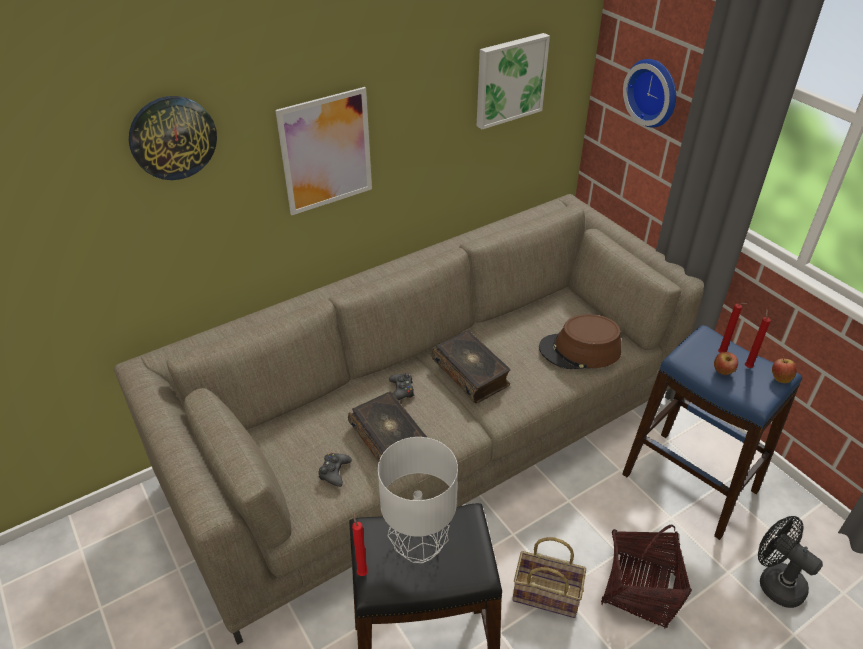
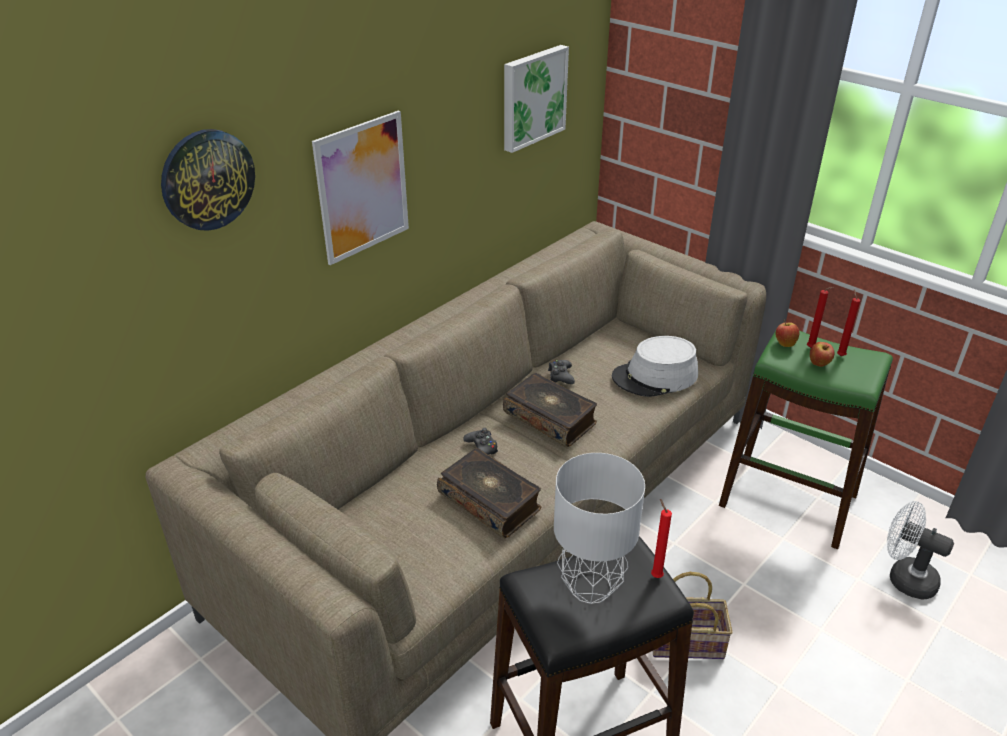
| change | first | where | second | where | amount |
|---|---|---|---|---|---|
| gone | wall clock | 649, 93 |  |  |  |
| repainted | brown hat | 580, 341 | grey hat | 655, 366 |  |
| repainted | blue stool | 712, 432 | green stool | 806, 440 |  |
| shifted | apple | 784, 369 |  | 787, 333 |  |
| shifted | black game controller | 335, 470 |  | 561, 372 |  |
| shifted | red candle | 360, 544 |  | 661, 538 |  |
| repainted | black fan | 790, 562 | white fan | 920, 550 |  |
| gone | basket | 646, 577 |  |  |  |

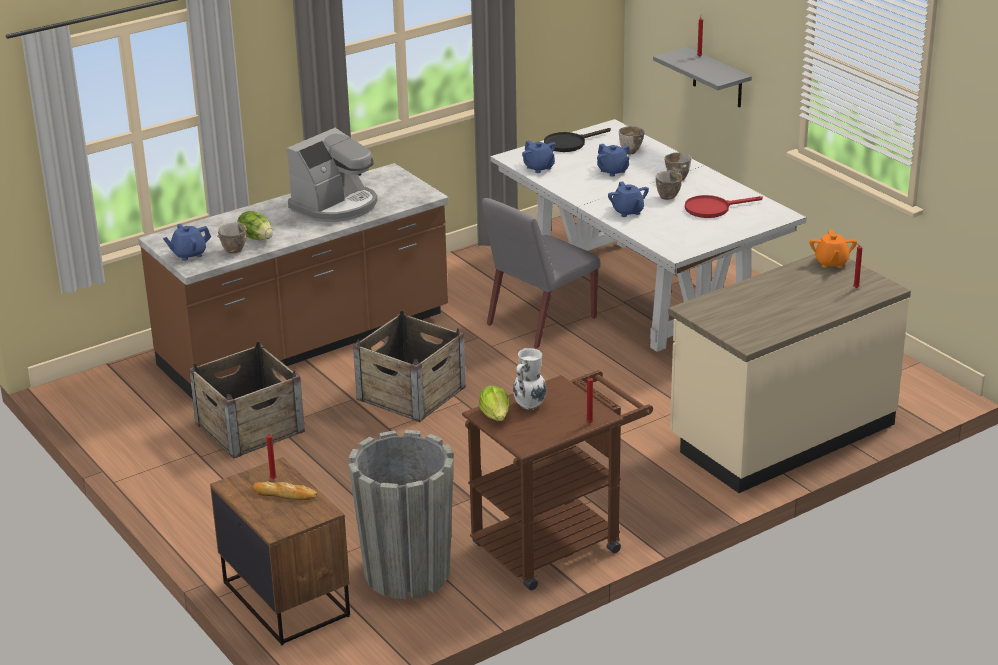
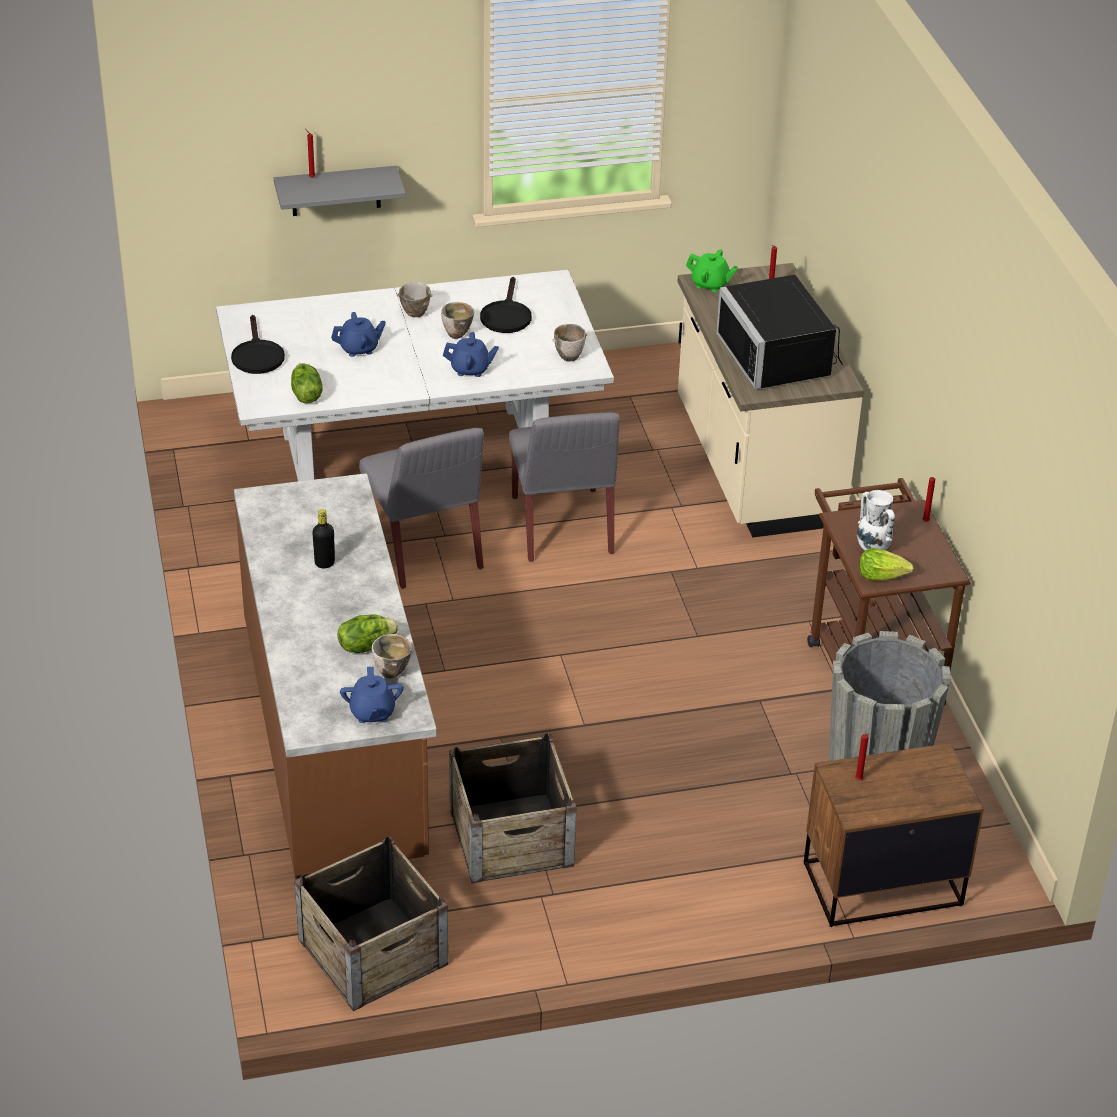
| change | first | where | second | where | amount |
|---|---|---|---|---|---|
| shifted | bowl | 632, 140 |  | 569, 342 |  |
| swapped | coffee machine | 332, 175 | black bottle | 323, 538 |  |
| swapped | blue teapot | 539, 156 | lettuce | 307, 383 |  |
| repainted | red frying pan | 724, 206 | black frying pan | 506, 305 |  |
| repainted | orange teapot | 833, 249 | green teapot | 712, 270 |  |
| shifted | crate | 409, 366 |  | 371, 923 |  |
| gone | bread | 285, 490 |  |  |  |
| new |  |  | black microwave | 779, 332 |  |
| new |  |  | grey chair | 564, 487 |  |

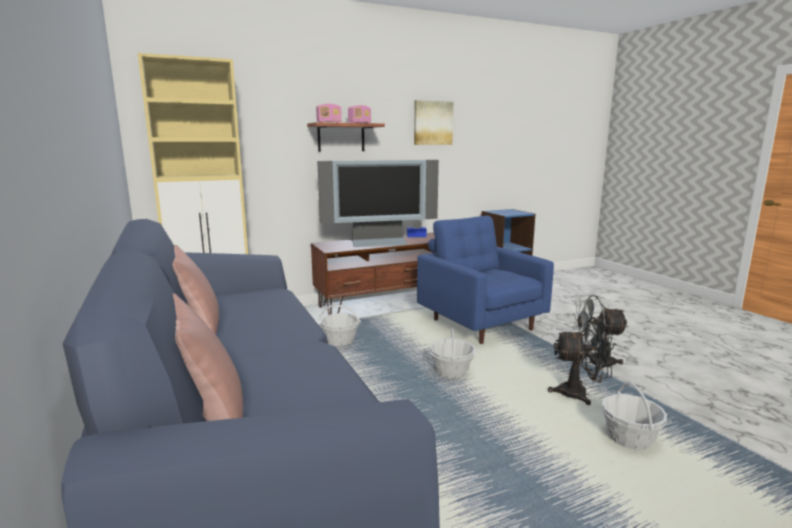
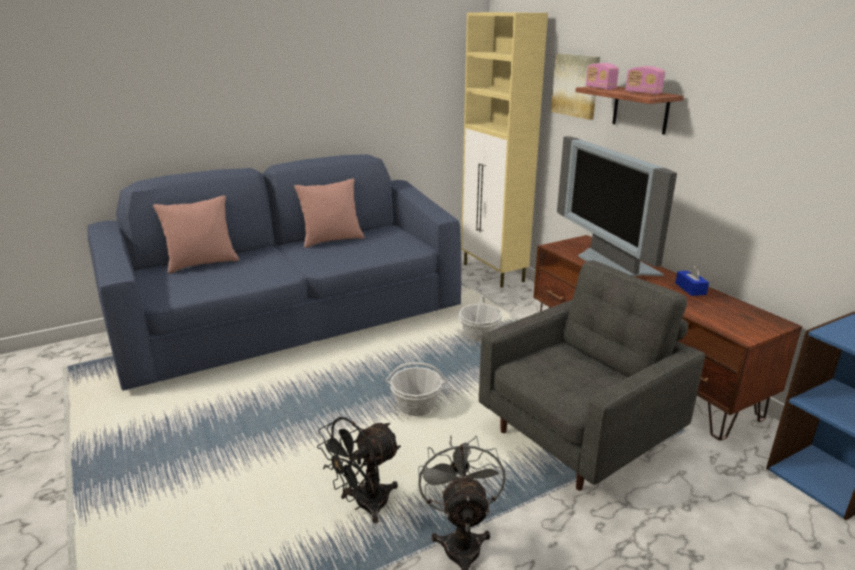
| change | first | where | second | where | amount |
|---|---|---|---|---|---|
| shifted | picture | 433, 122 |  | 575, 86 |  |
| repainted | blue armchair | 485, 279 | grey armchair | 592, 375 |  |
| rotated | black fan | 582, 361 |  | 359, 470 | 45 degrees clockwise |
| gone | basket | 634, 416 |  |  |  |

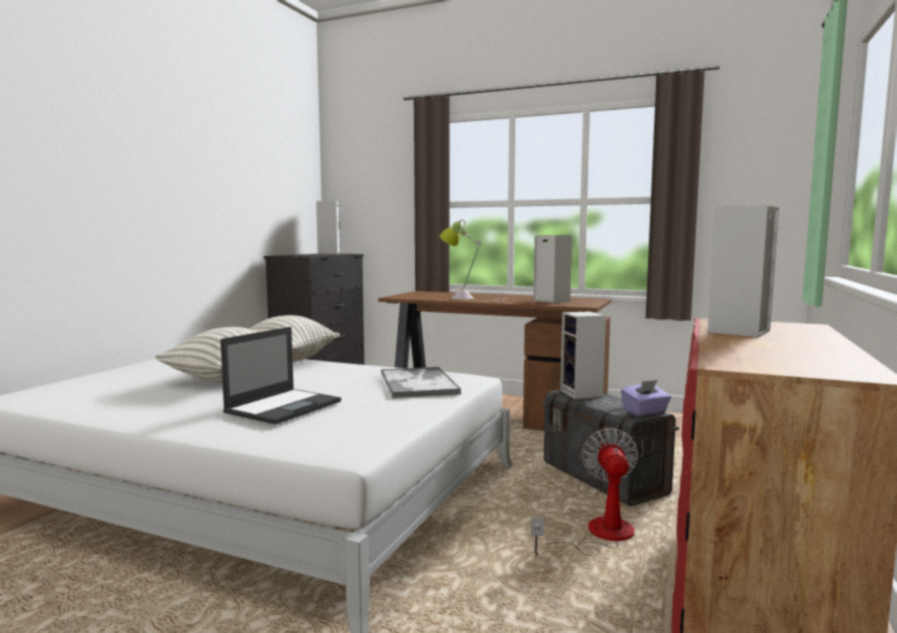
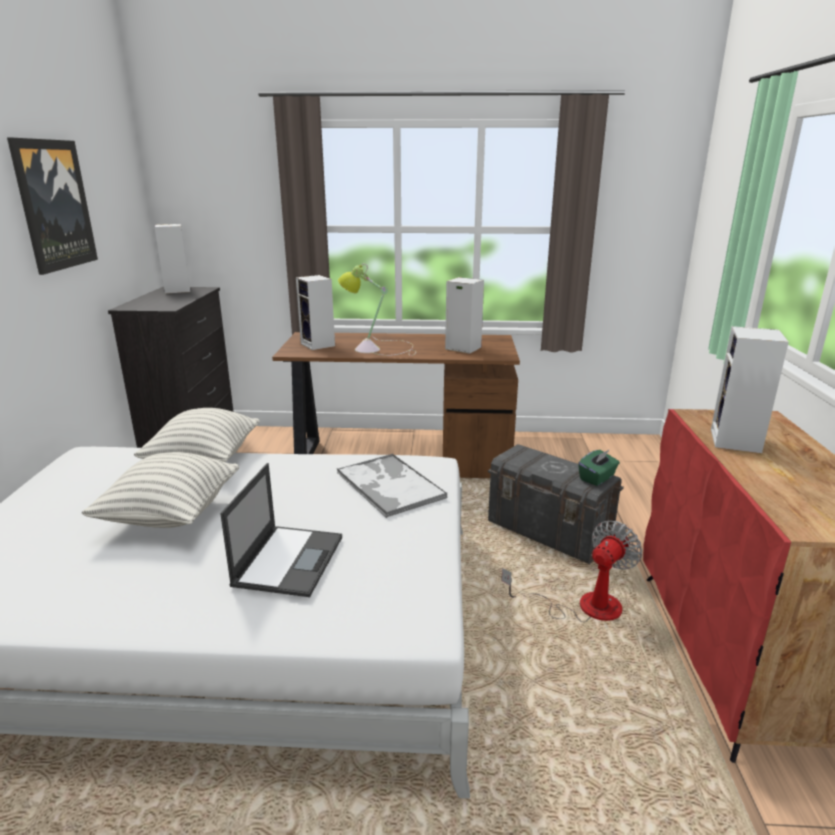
| change | first | where | second | where | amount |
|---|---|---|---|---|---|
| shifted | speaker | 583, 355 |  | 315, 312 |  |
| repainted | purple tissue box | 646, 398 | green tissue box | 599, 467 |  |
| rotated | fan | 584, 492 |  | 571, 571 | 60 degrees clockwise |
| new |  |  | picture | 52, 206 |  |

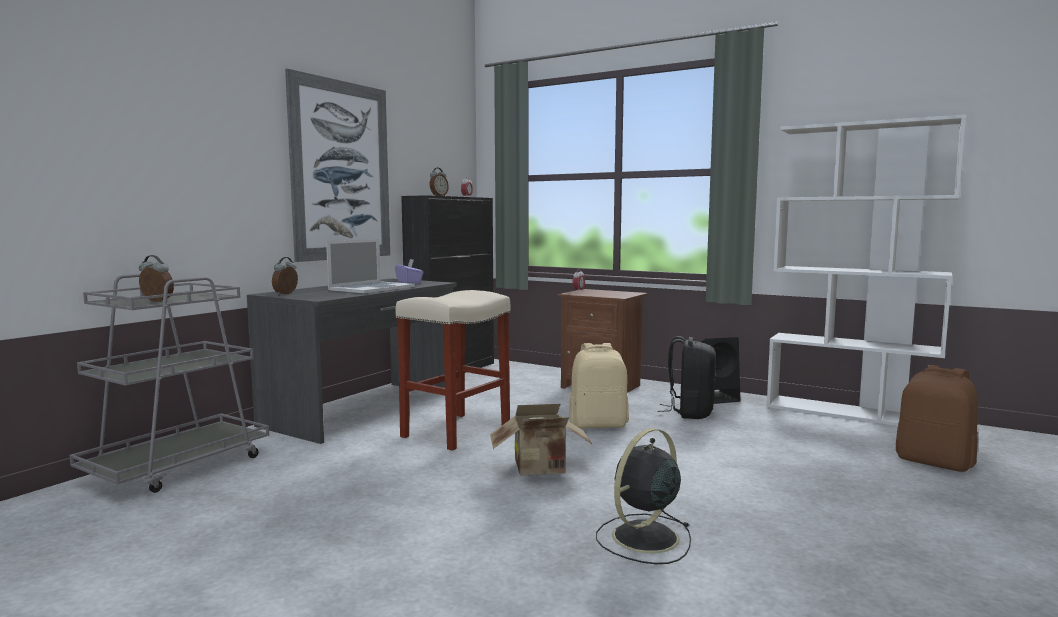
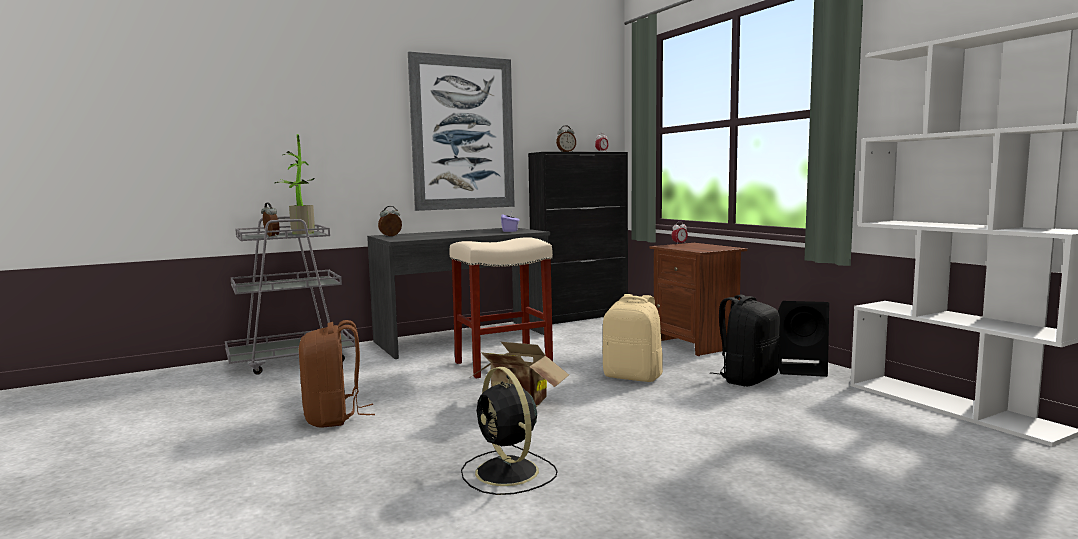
| change | first | where | second | where | amount |
|---|---|---|---|---|---|
| gone | laptop | 370, 266 |  |  |  |
| shifted | brown backpack | 937, 418 |  | 337, 374 |  |
| rotated | black fan | 643, 496 |  | 509, 431 | 105 degrees counterclockwise |
| new |  |  | potted plant | 295, 184 |  |

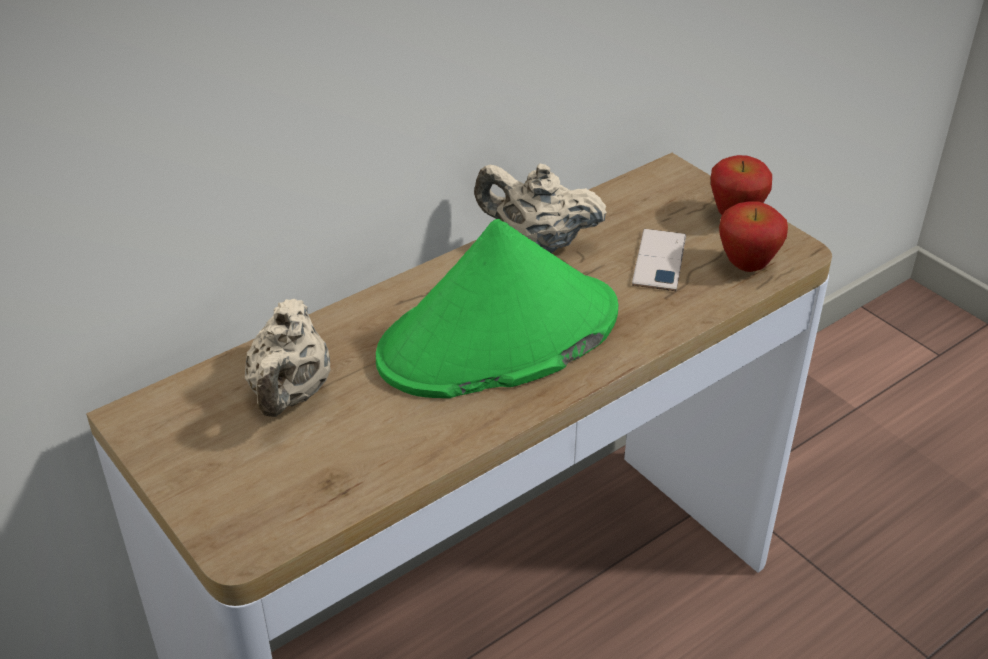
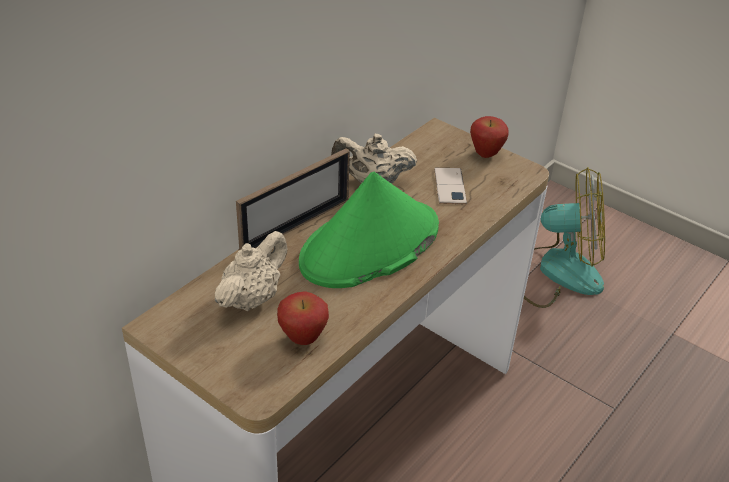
| change | first | where | second | where | amount |
|---|---|---|---|---|---|
| shifted | apple | 753, 237 |  | 303, 318 |  |
| rotated | beige teapot | 287, 358 |  | 251, 271 | 135 degrees counterclockwise |
| new |  |  | picture frame | 293, 199 |  |
| new |  |  | fan | 564, 237 |  |

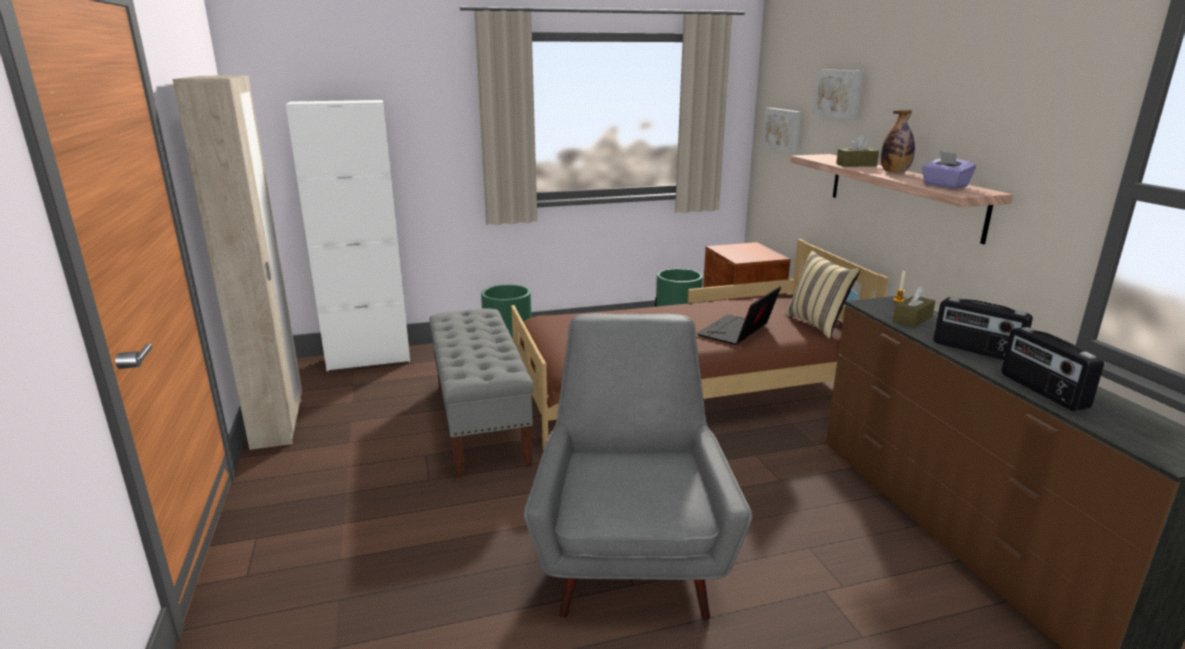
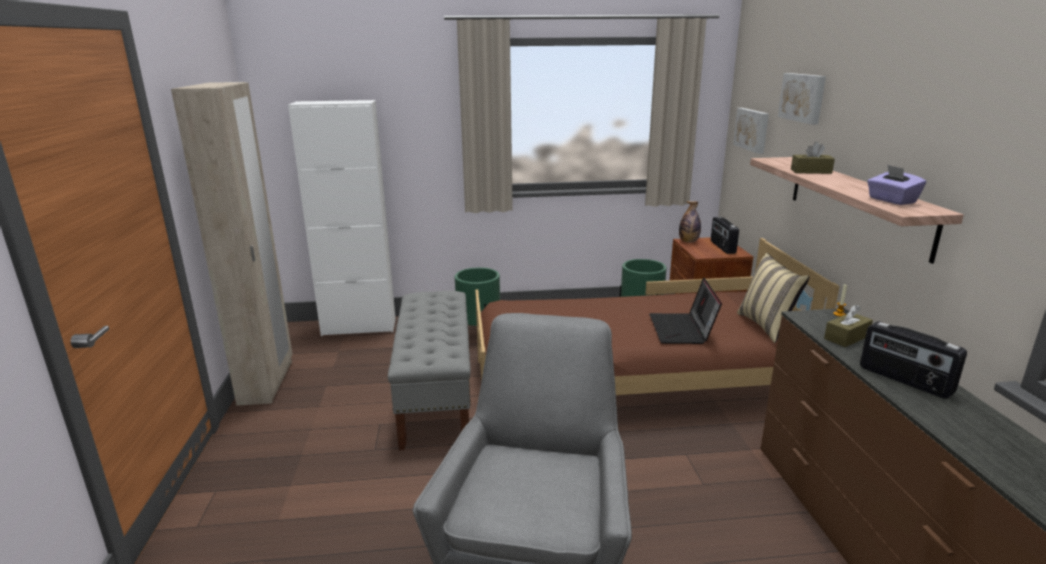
| change | first | where | second | where | amount |
|---|---|---|---|---|---|
| shifted | bottle | 898, 141 |  | 690, 222 |  |
| rotated | laptop | 739, 315 |  | 685, 311 | 45 degrees counterclockwise |
| shifted | radio | 1053, 369 |  | 725, 235 |  |

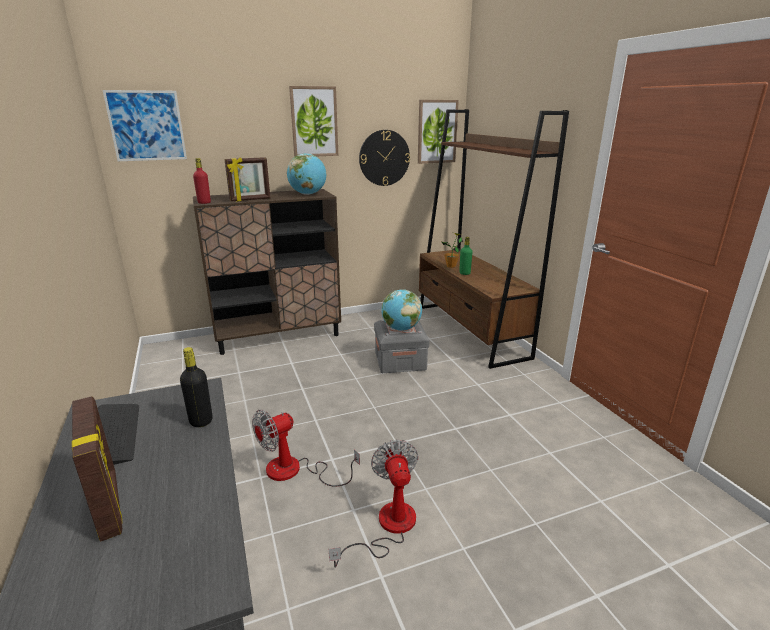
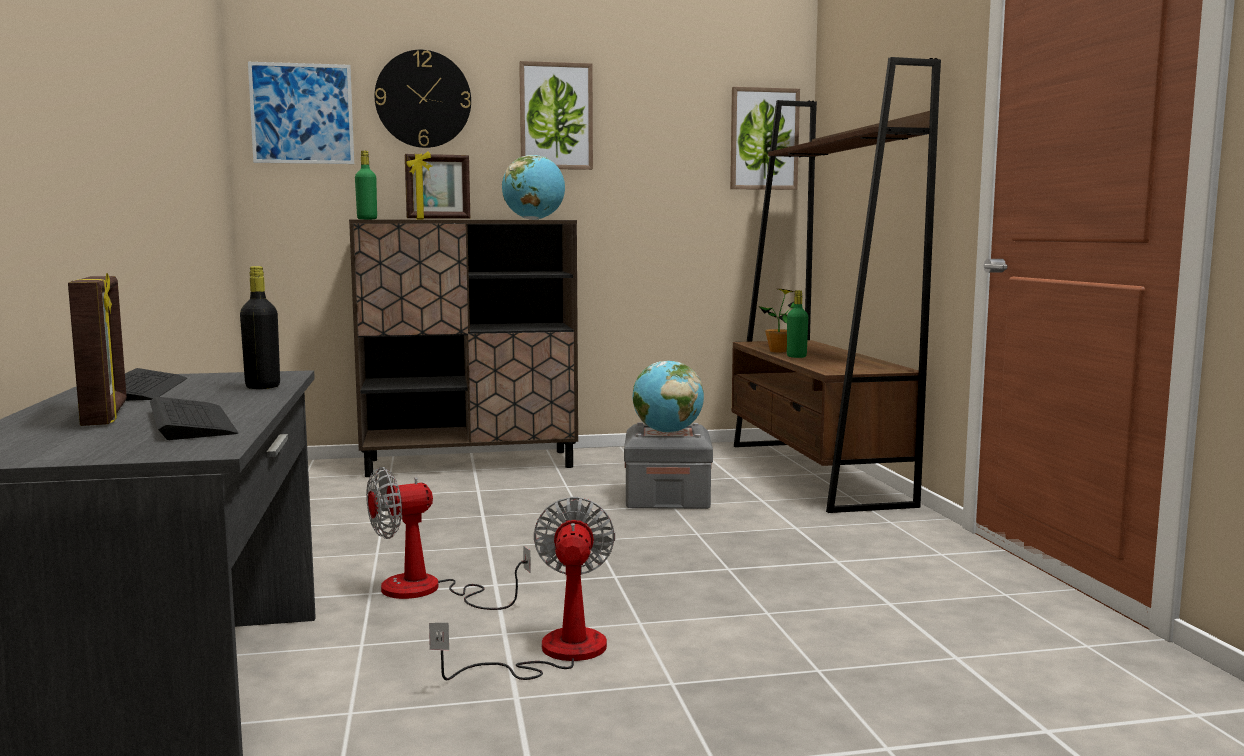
| change | first | where | second | where | amount |
|---|---|---|---|---|---|
| shifted | wall clock | 384, 158 |  | 423, 99 |  |
| repainted | red bottle | 202, 181 | green bottle | 366, 185 |  |
| new |  |  | keyboard | 194, 418 |  |

